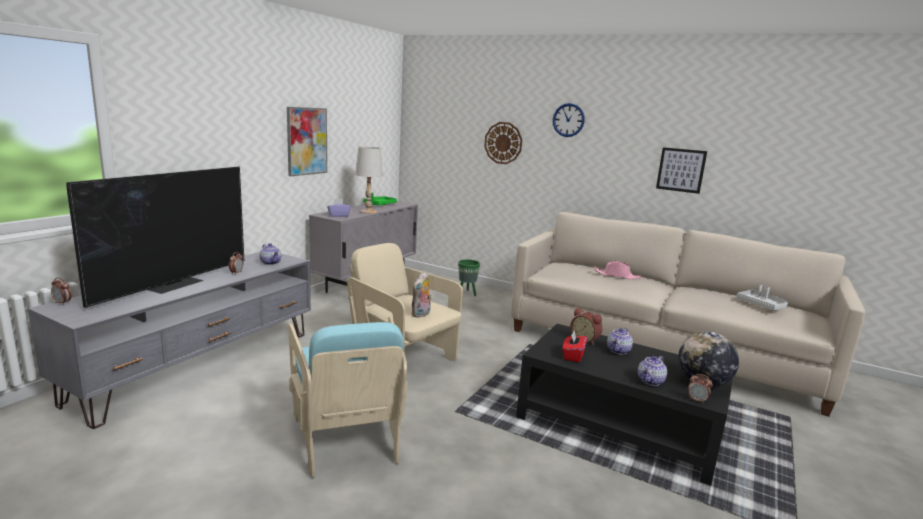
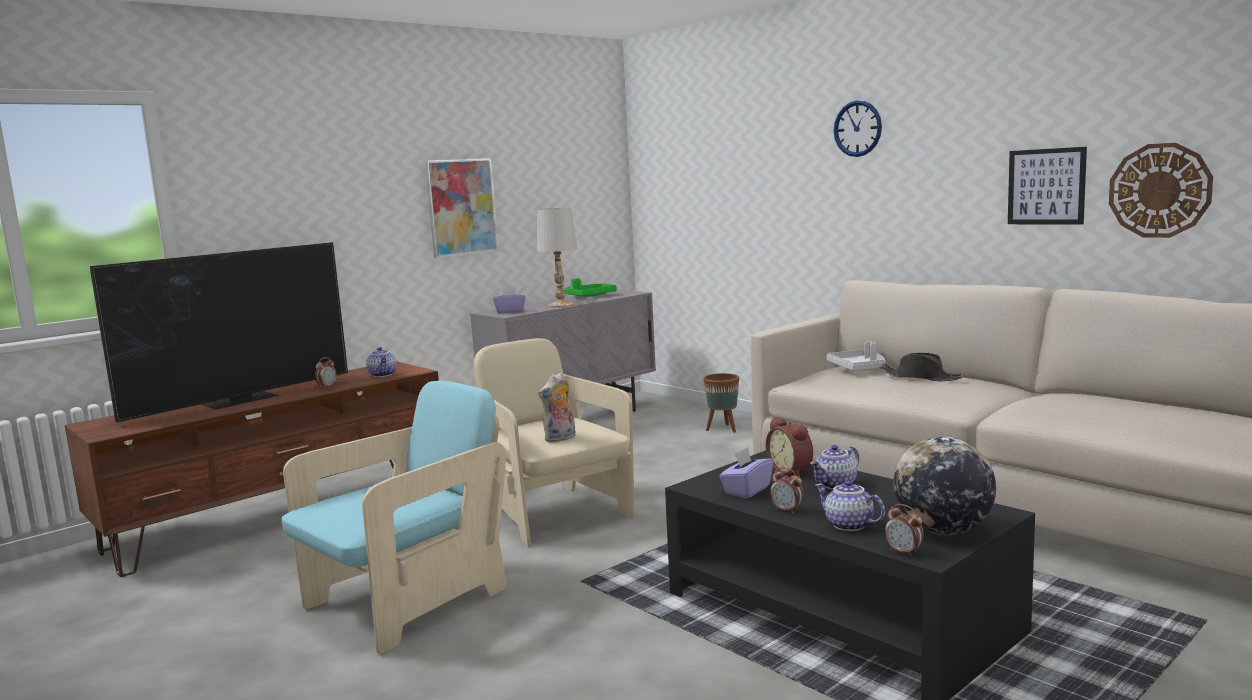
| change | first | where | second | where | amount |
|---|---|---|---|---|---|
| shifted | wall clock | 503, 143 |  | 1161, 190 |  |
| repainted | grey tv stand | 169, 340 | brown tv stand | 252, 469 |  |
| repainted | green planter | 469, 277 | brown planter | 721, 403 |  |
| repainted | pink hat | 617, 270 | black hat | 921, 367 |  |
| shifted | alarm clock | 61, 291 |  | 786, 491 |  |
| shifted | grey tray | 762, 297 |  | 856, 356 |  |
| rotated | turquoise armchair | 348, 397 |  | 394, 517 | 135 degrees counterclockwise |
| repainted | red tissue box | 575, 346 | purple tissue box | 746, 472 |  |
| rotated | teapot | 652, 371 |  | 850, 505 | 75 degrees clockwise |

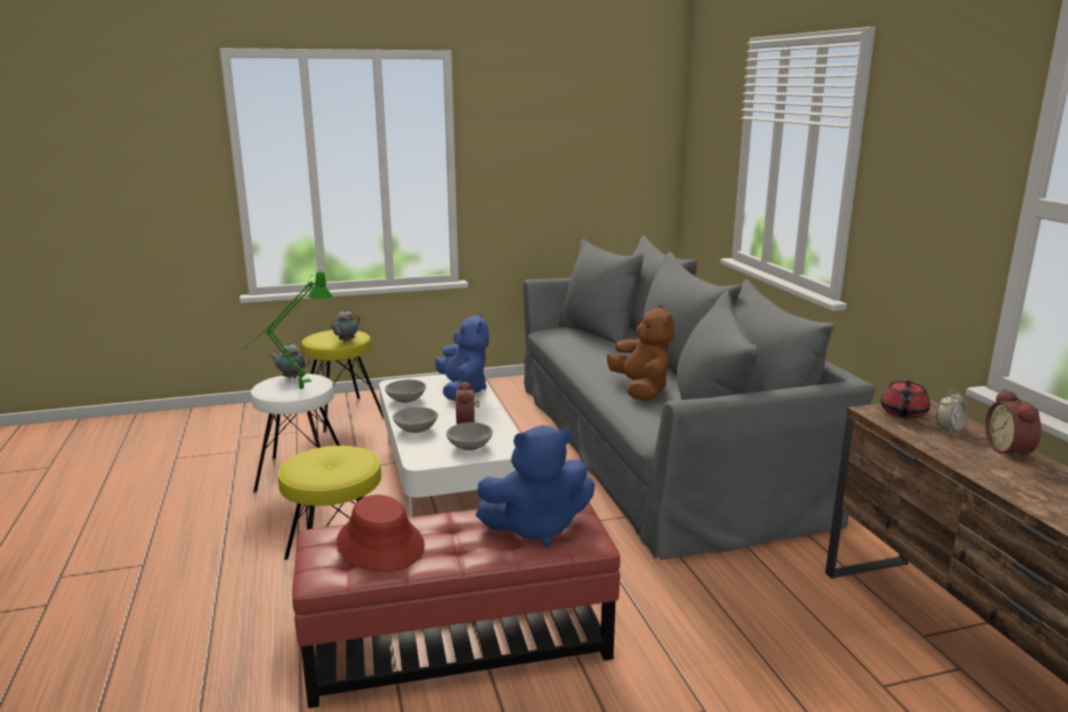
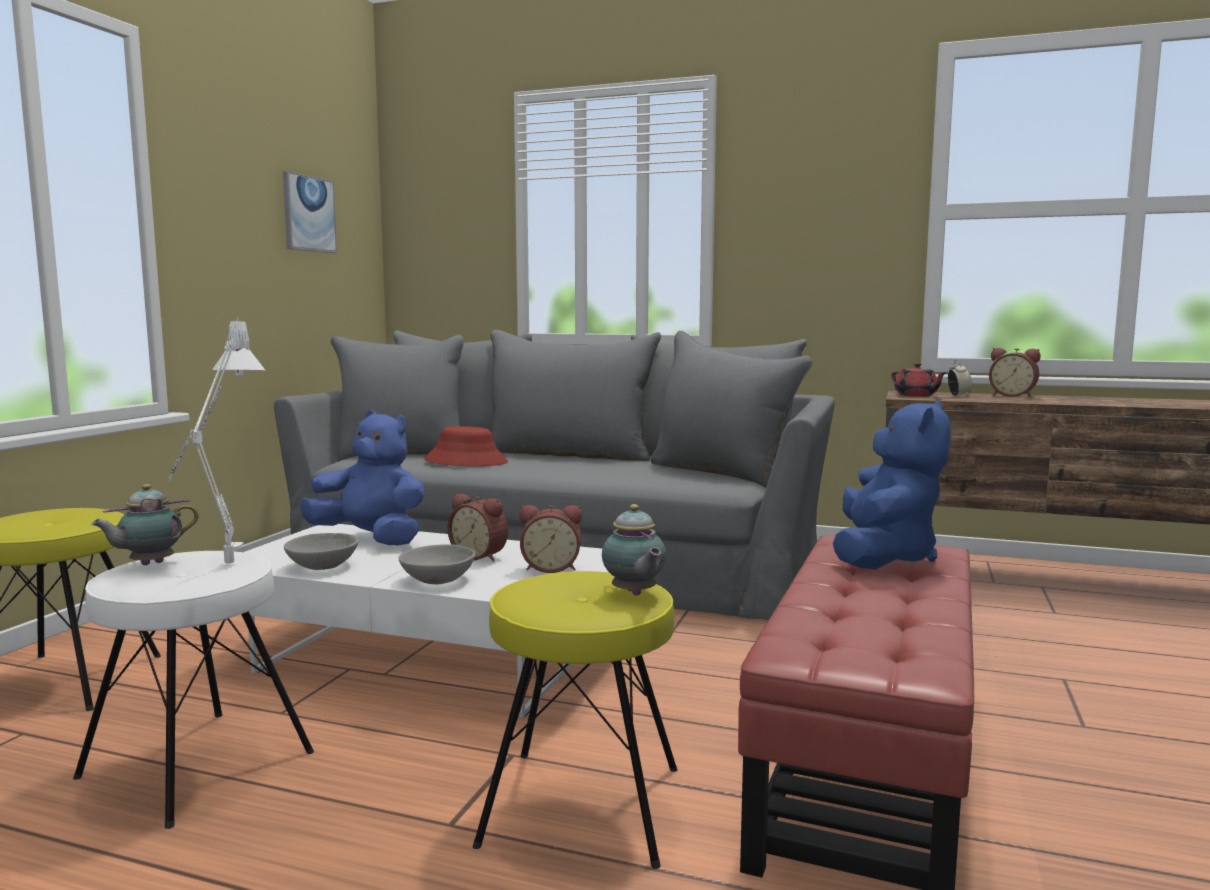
| change | first | where | second | where | amount |
|---|---|---|---|---|---|
| repainted | green table lamp | 288, 329 | white table lamp | 216, 440 |  |
| gone | brown plush toy | 640, 353 |  |  |  |
| shifted | teapot | 344, 325 |  | 634, 549 |  |
| swapped | grey bowl | 469, 436 | alarm clock | 550, 539 |  |
| shifted | red hat | 381, 533 |  | 466, 446 |  |
| new |  |  | picture | 310, 212 |  |

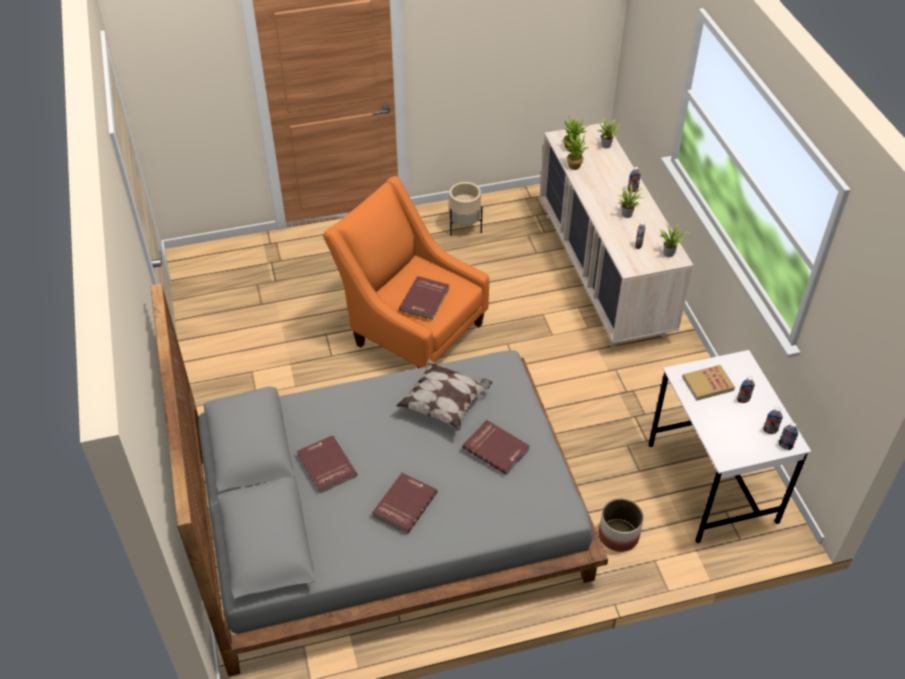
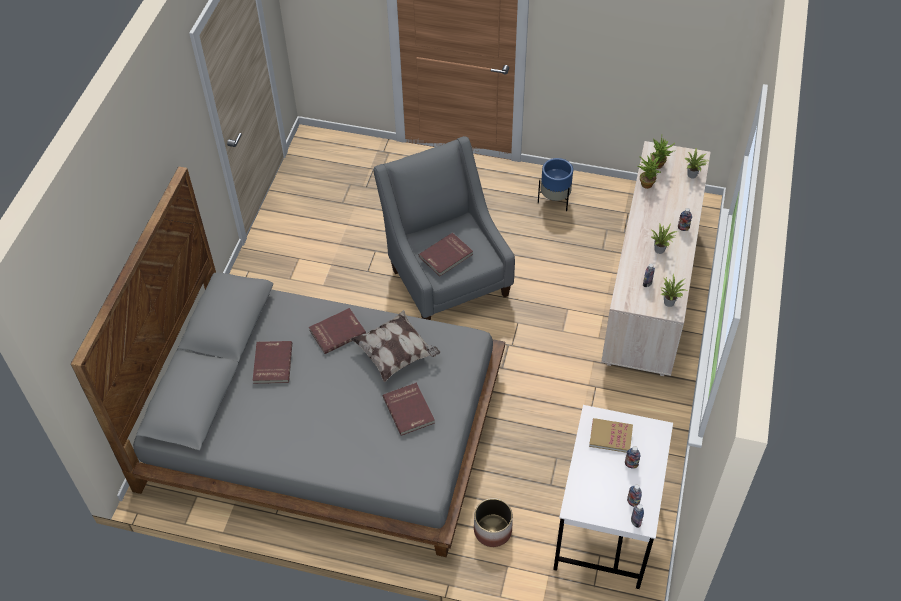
| change | first | where | second | where | amount |
|---|---|---|---|---|---|
| repainted | orange armchair | 406, 272 | grey armchair | 444, 228 |  |
| repainted | beige planter | 466, 209 | blue planter | 555, 184 |  |
| shifted | red book | 405, 503 |  | 337, 331 |  |

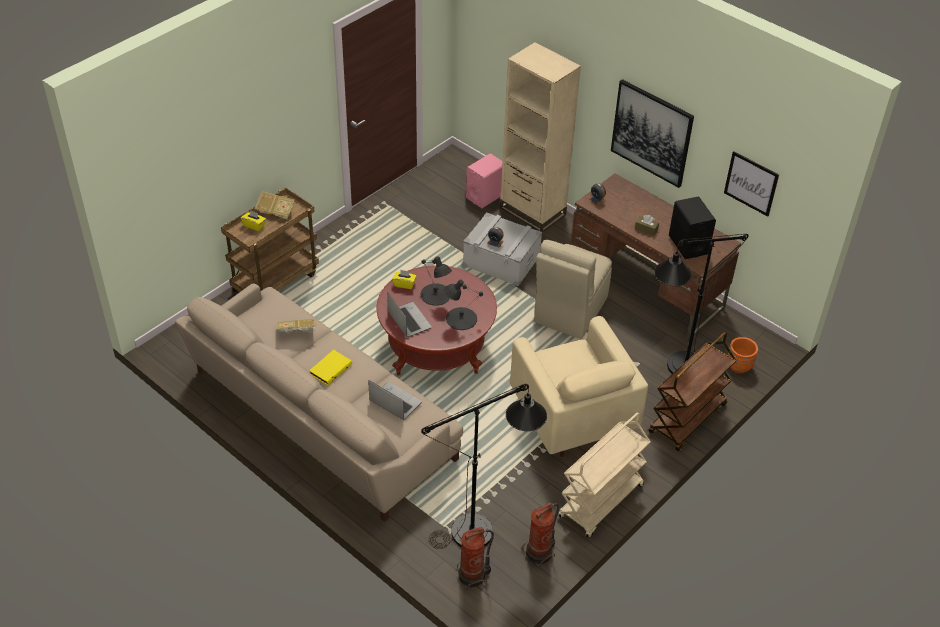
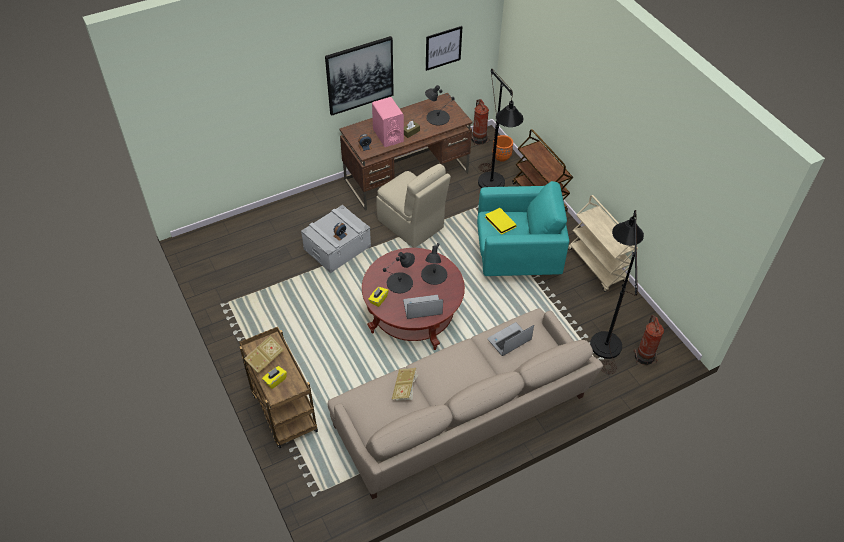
| change | first | where | second | where | amount |
|---|---|---|---|---|---|
| gone | beige bookcase | 540, 137 |  |  |  |
| shifted | pink speaker | 484, 180 |  | 388, 122 |  |
| swapped | black speaker | 692, 228 | black table lamp | 439, 105 |  |
| repainted | beige armchair | 579, 386 | turquoise armchair | 523, 228 |  |
| shifted | yellow book | 330, 368 |  | 501, 221 |  |
| shifted | fire extinguisher | 540, 535 |  | 480, 122 |  |

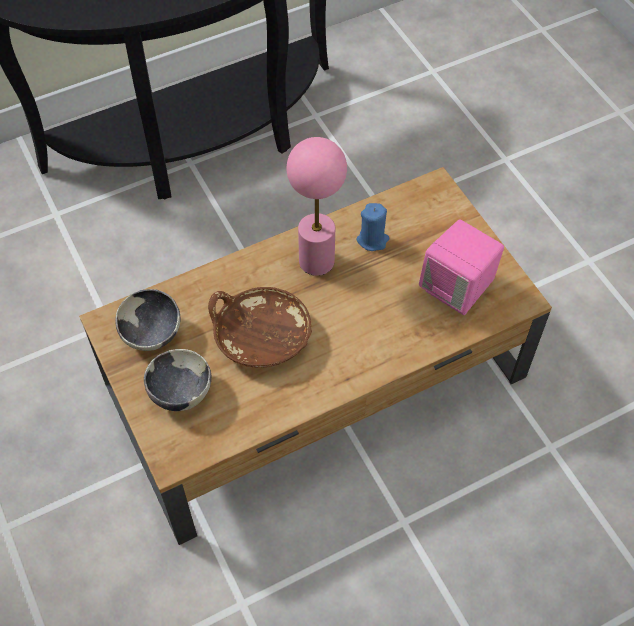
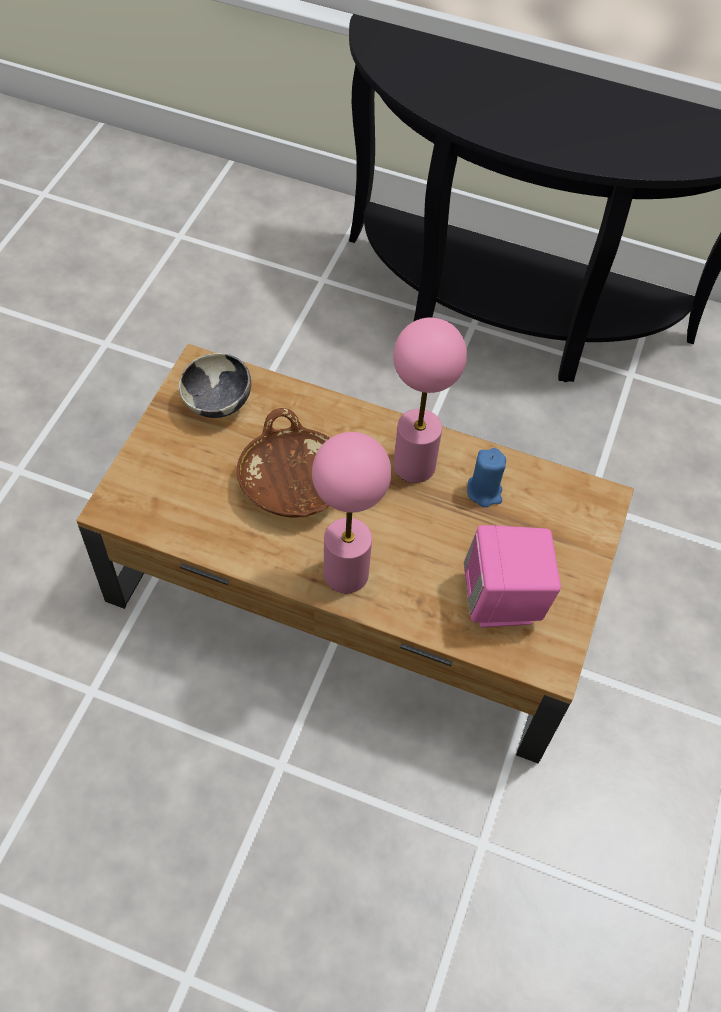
| change | first | where | second | where | amount |
|---|---|---|---|---|---|
| gone | bowl | 177, 380 |  |  |  |
| new |  |  | pink table lamp | 351, 512 |  |

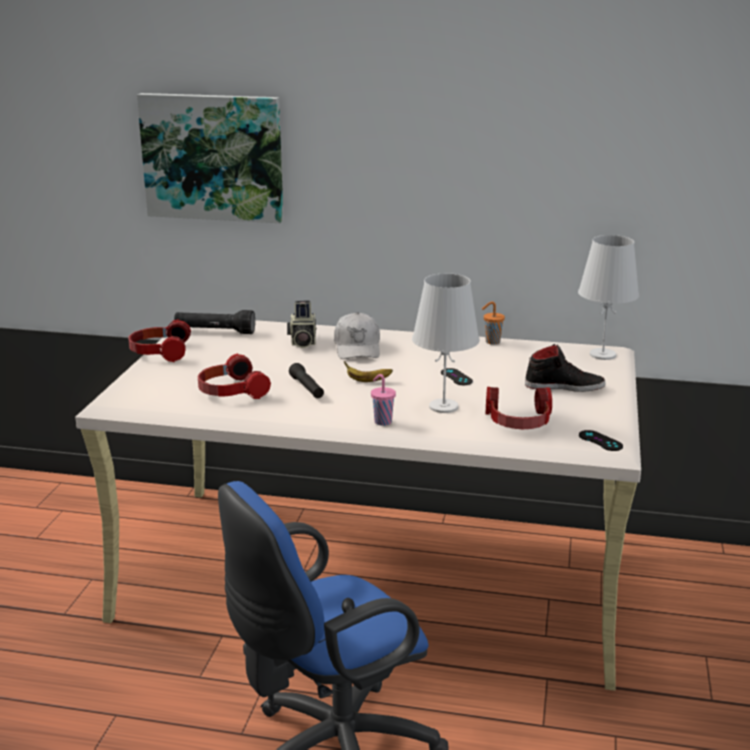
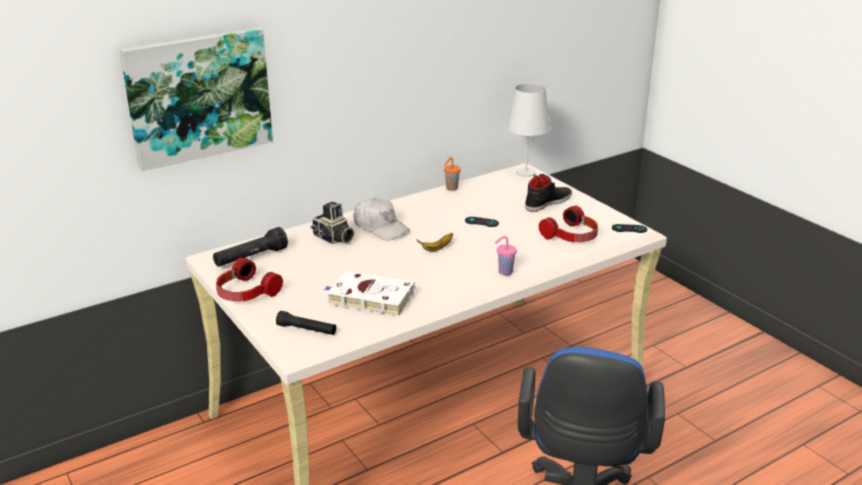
| change | first | where | second | where | amount |
|---|---|---|---|---|---|
| gone | white table lamp | 446, 343 |  |  |  |
| swapped | headphones | 234, 376 | white book | 369, 293 |  |
| shifted | black flashlight | 306, 380 |  | 306, 323 |  |

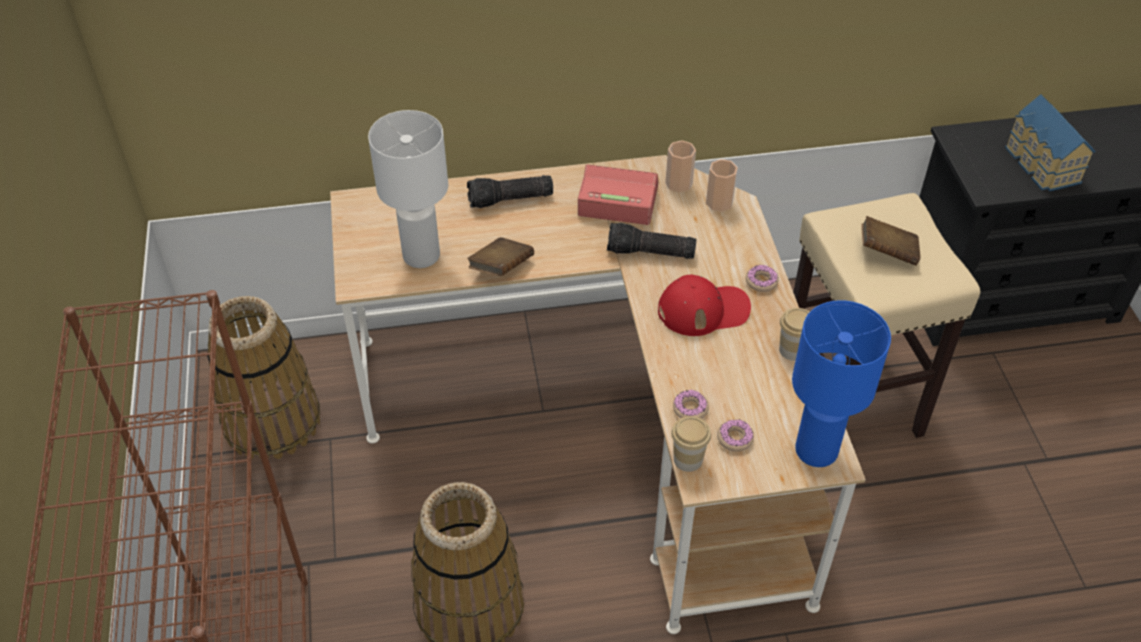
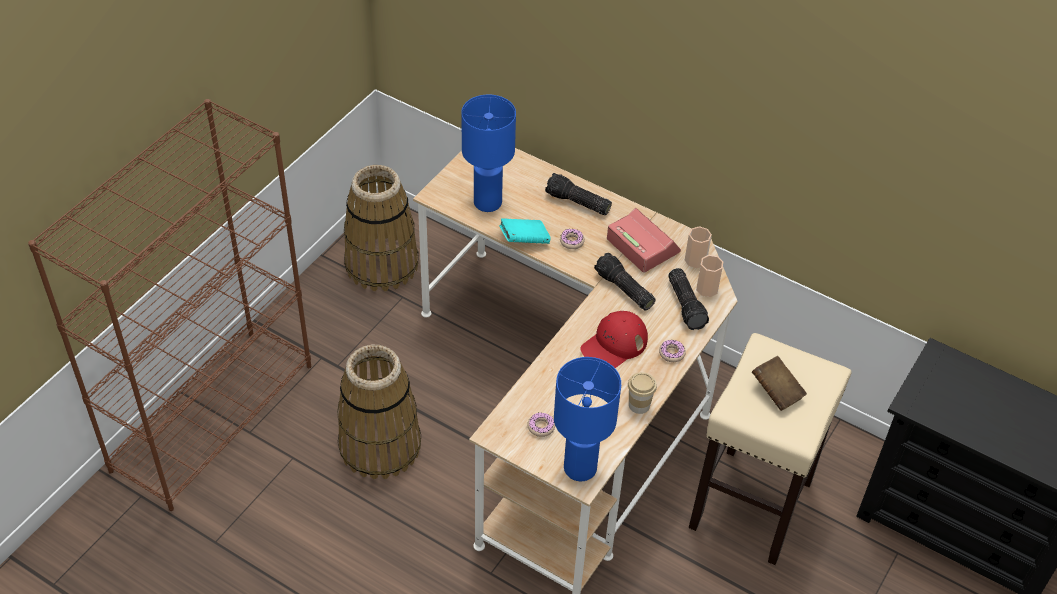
| change | first | where | second | where | amount |
|---|---|---|---|---|---|
| gone | toy house | 1050, 142 |  |  |  |
| repainted | white table lamp | 408, 189 | blue table lamp | 488, 153 |  |
| repainted | brown book | 500, 256 | turquoise book | 525, 231 |  |
| rotated | red cap | 704, 305 |  | 614, 339 | 105 degrees clockwise |
| shifted | donut | 691, 404 |  | 572, 239 |  |
| gone | cup | 691, 444 |  |  |  |
| new |  |  | flashlight | 688, 299 |  |

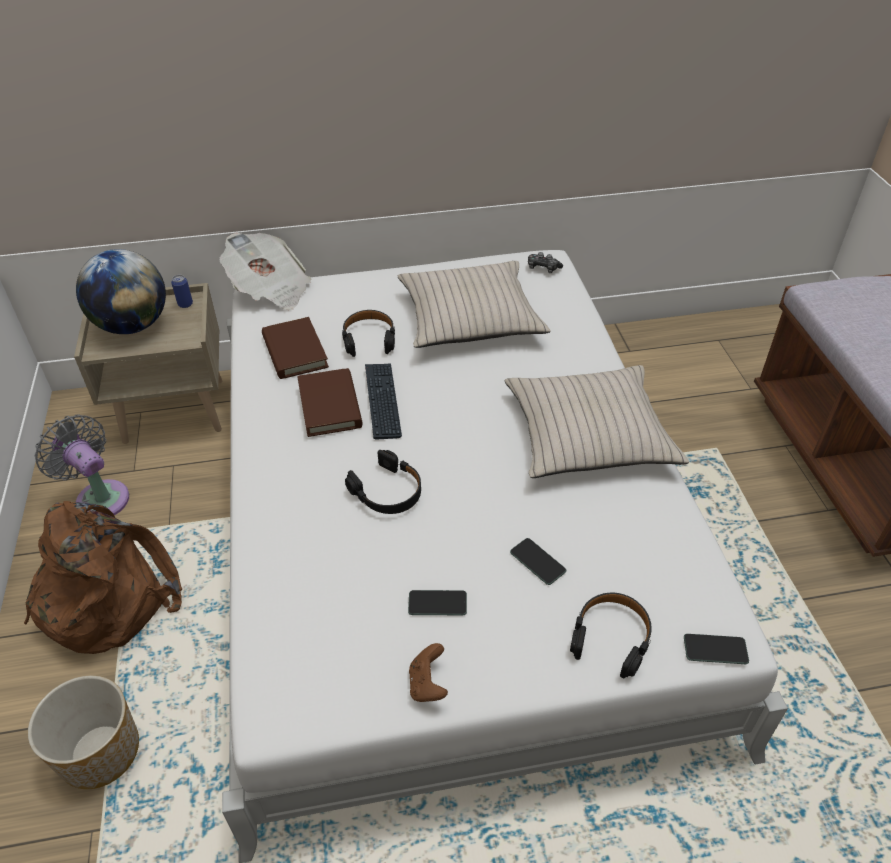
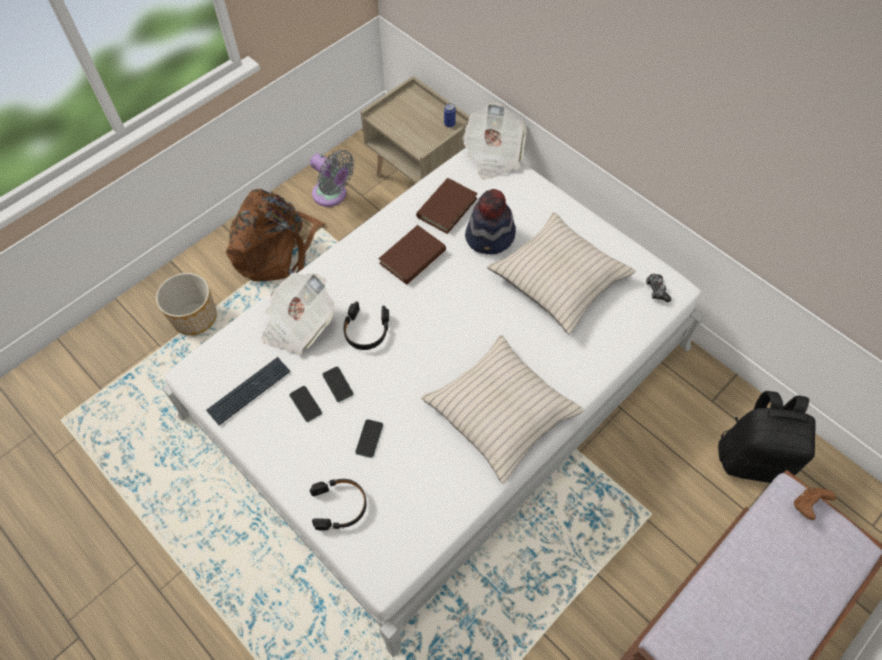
| change | first | where | second | where | amount |
|---|---|---|---|---|---|
| gone | globe | 121, 291 |  |  |  |
| swapped | black headphones | 368, 333 | hat | 490, 221 |  |
| shifted | keyboard | 383, 401 |  | 248, 391 |  |
| rotated | grey fan | 81, 464 |  | 332, 178 | 120 degrees clockwise |
| shifted | phone | 716, 649 |  | 338, 384 |  |
| shifted | brown game controller | 428, 672 |  | 815, 504 |  |
| new |  |  | newspaper | 297, 313 |  |
| new |  |  | black backpack | 767, 437 |  |

